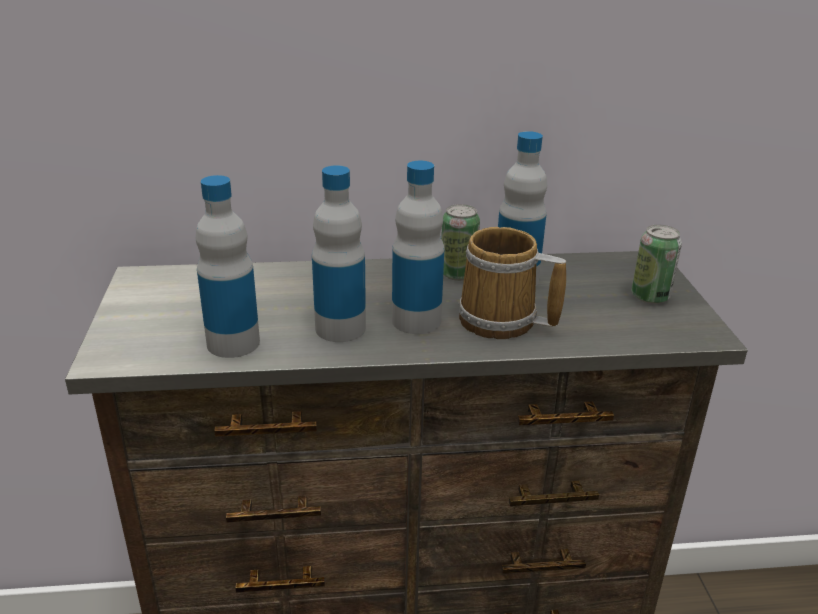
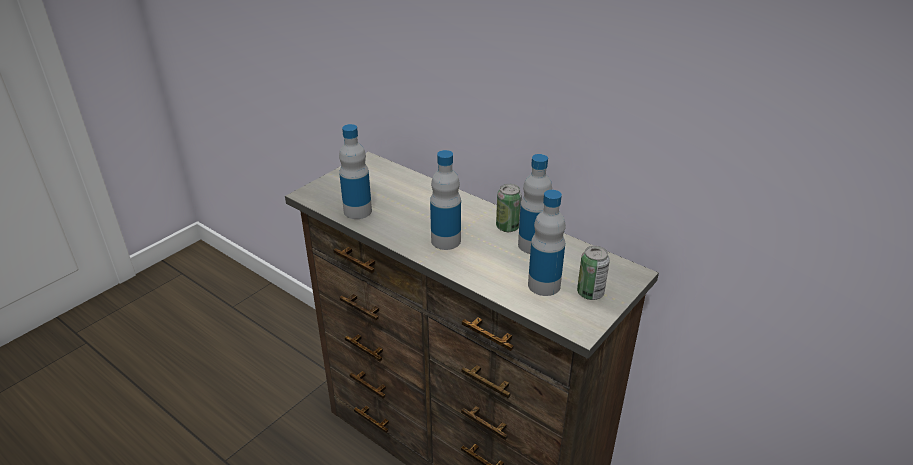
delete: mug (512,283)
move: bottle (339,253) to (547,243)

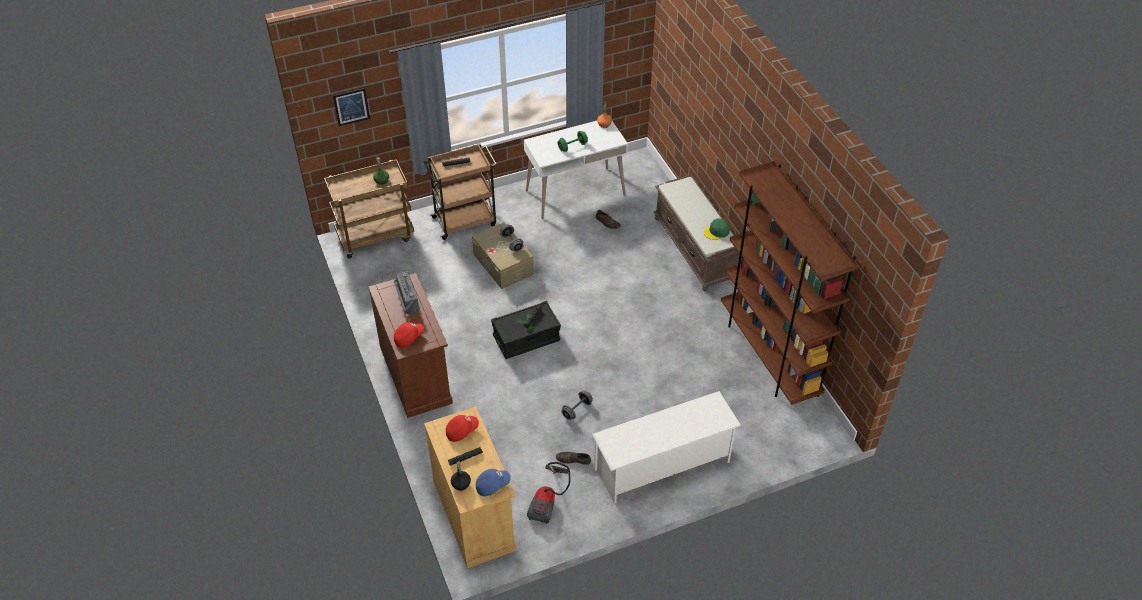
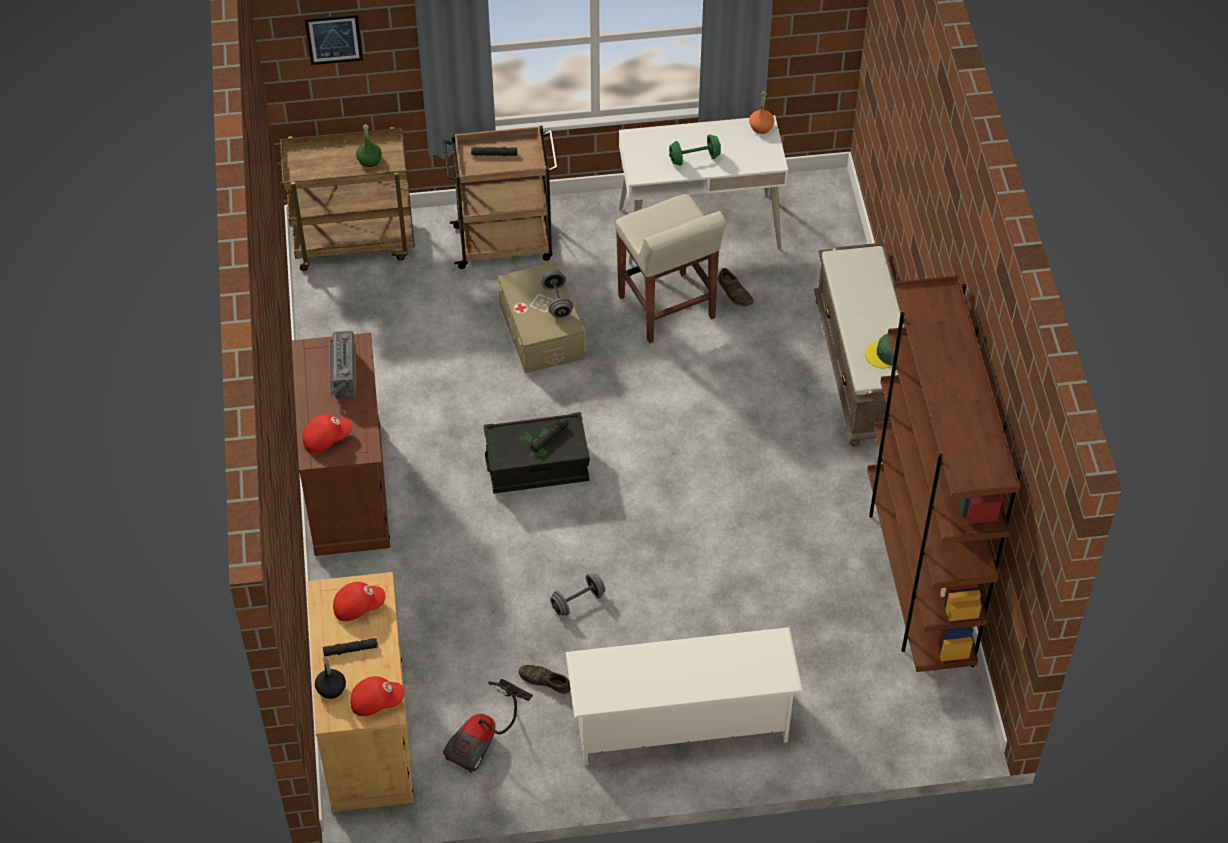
insert: beige_stool (670,268)
recolor: blue_cap (493,482) to red_cap (377,696)

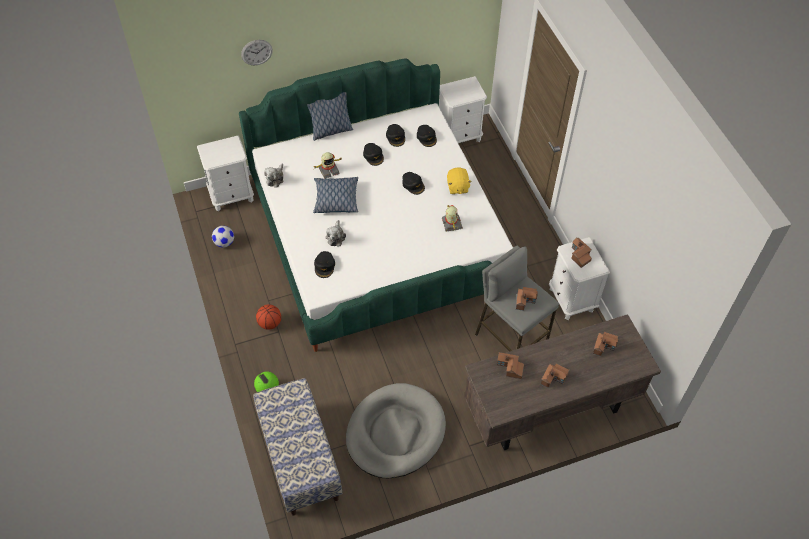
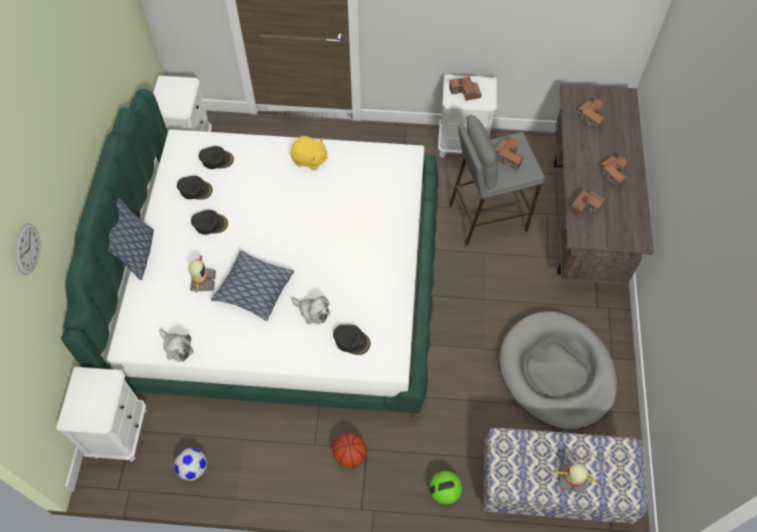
delete: black_cap (413,183)
move: toy_robot (452,218) to (575,478)

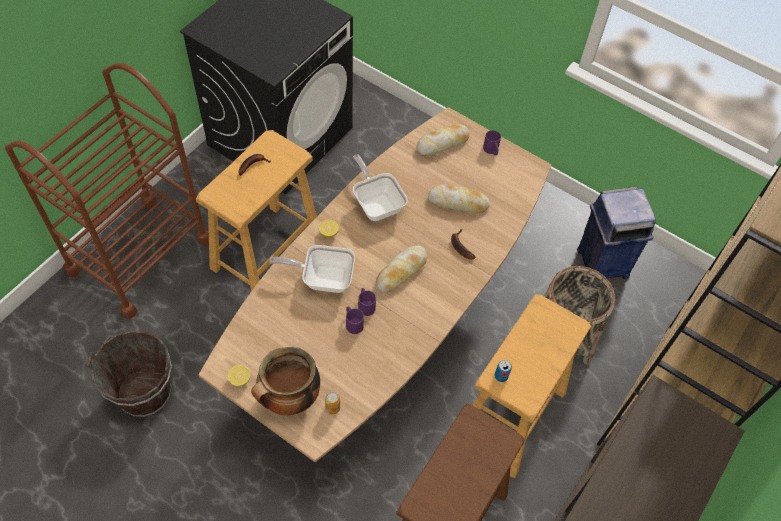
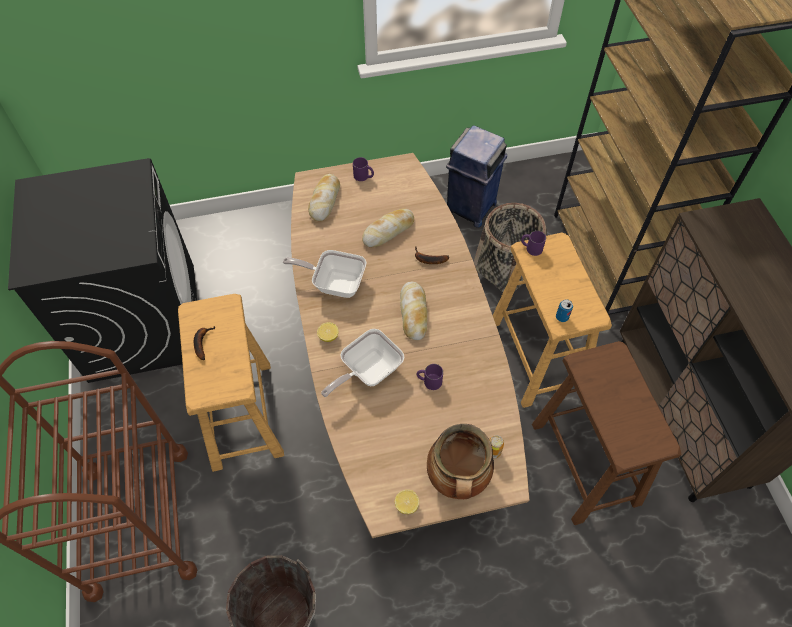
move: purple_mug (367,302) to (533,243)

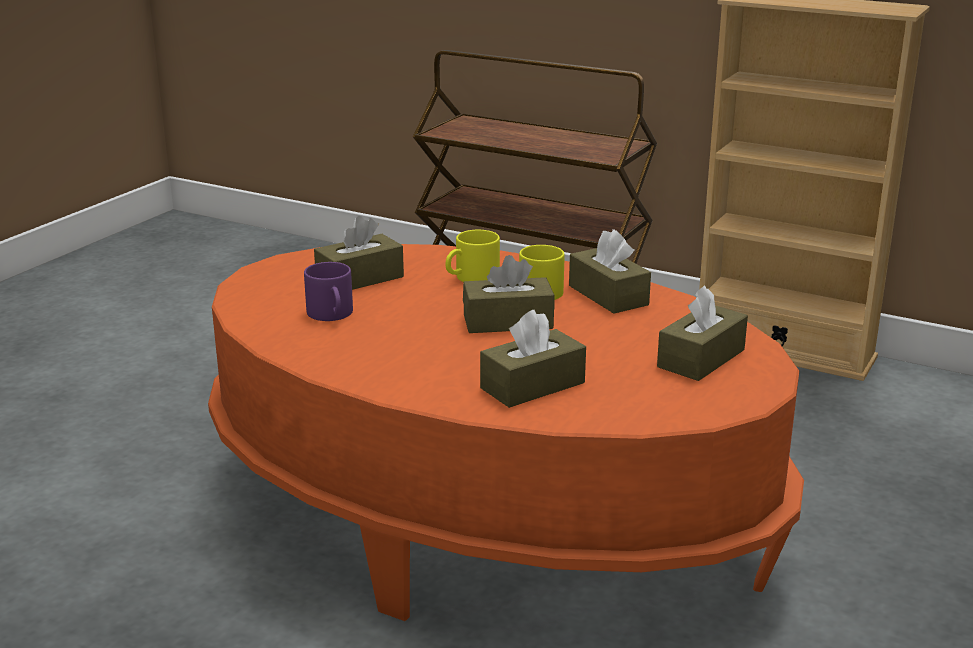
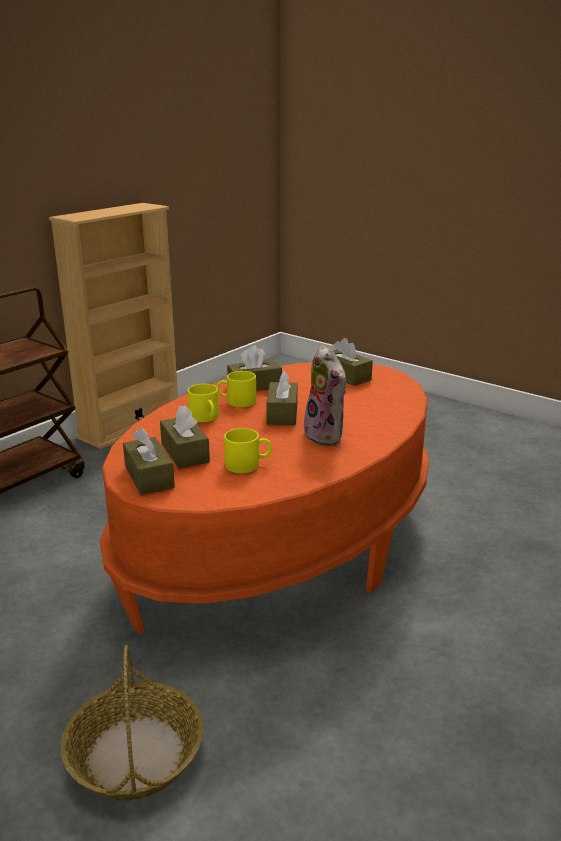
insert: plush_toy (325,395); basket (132,723)
move: brown_tissue_box (533,359) to (149,461)
recolor: purple_mug (328,291) to yellow_mug (248,450)

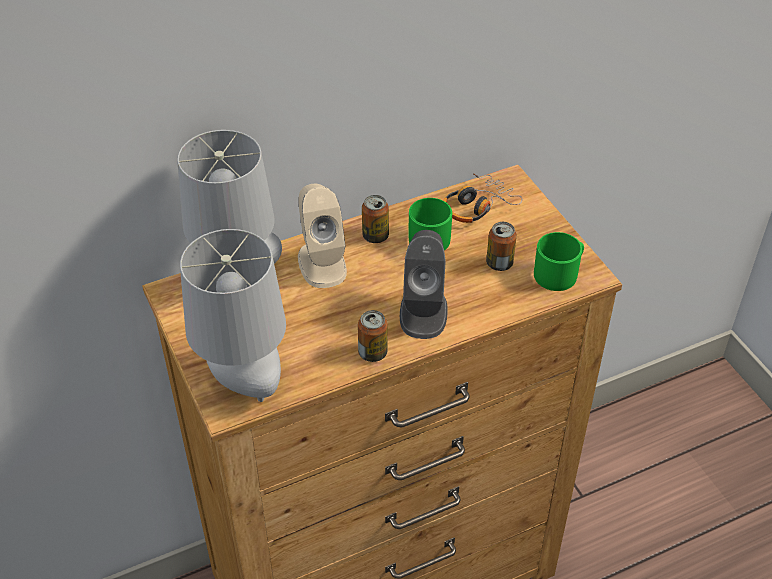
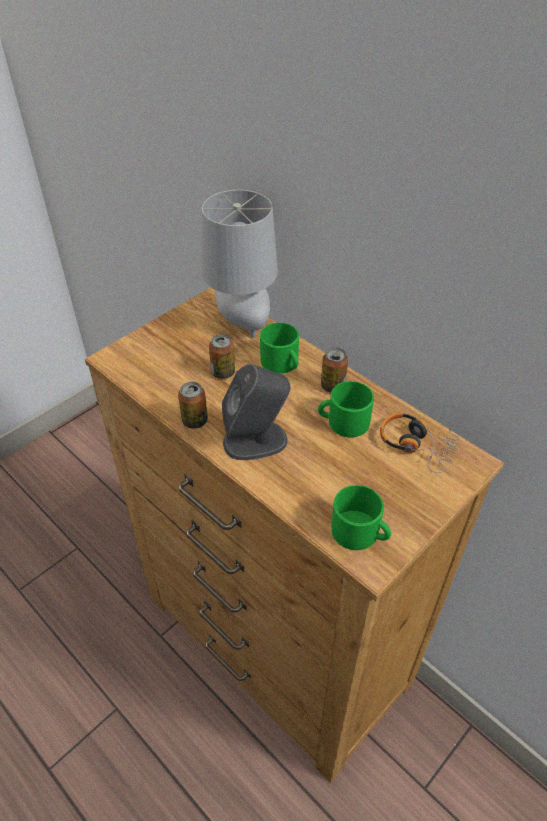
delete: grey_table_lamp (233,315)
move: can (501,246) to (222,356)
replace: beige_speaker (322,236) to green_mug (279,348)

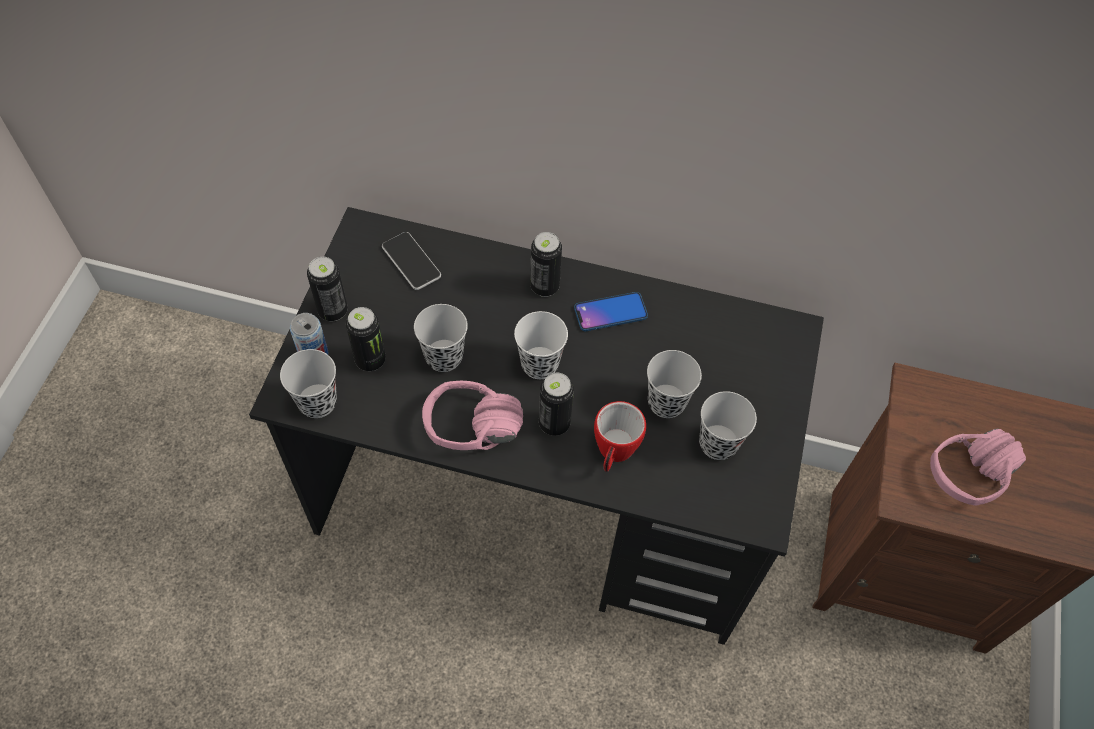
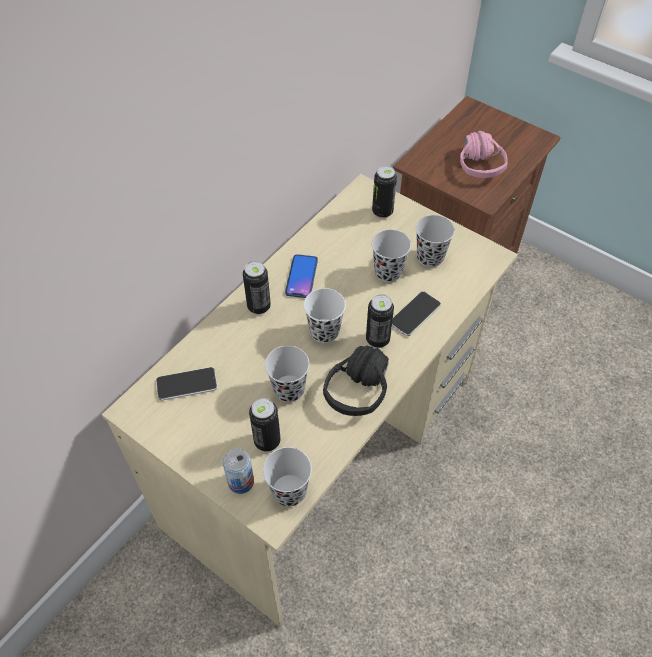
move: can (327,288) to (384,192)
replace: mug (620,436) to phone (416,313)
recolor: black_desk (536,426) to beige_desk (310,400); pink_headphones (472,415) to black_headphones (356,381)

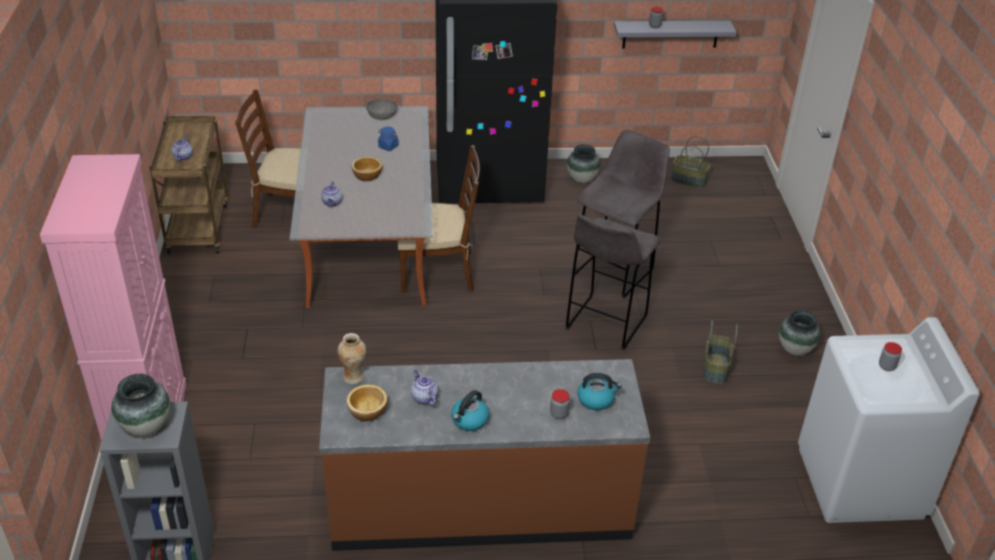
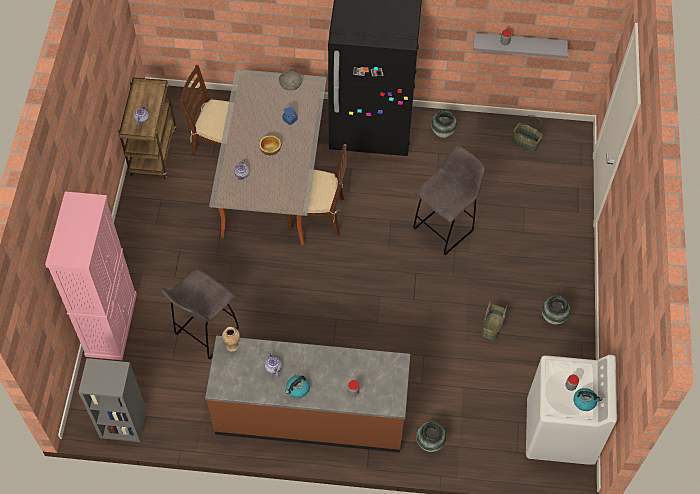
delete: bowl (367,402)
move: grey_stool (614,282) to (200,314); kettle (599,391) to (587,399); vase (140,405) to (431,437)

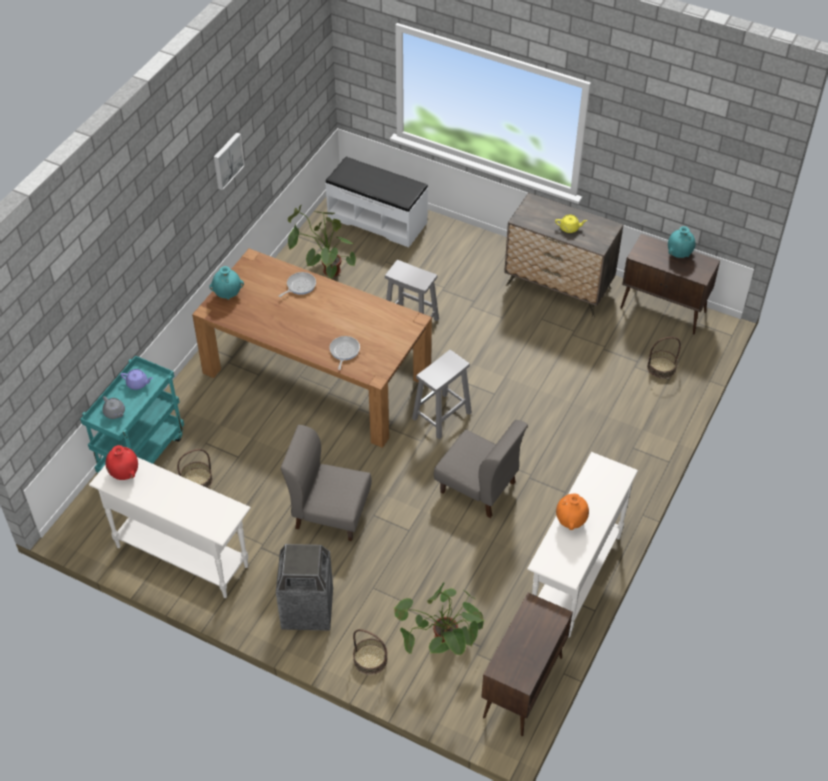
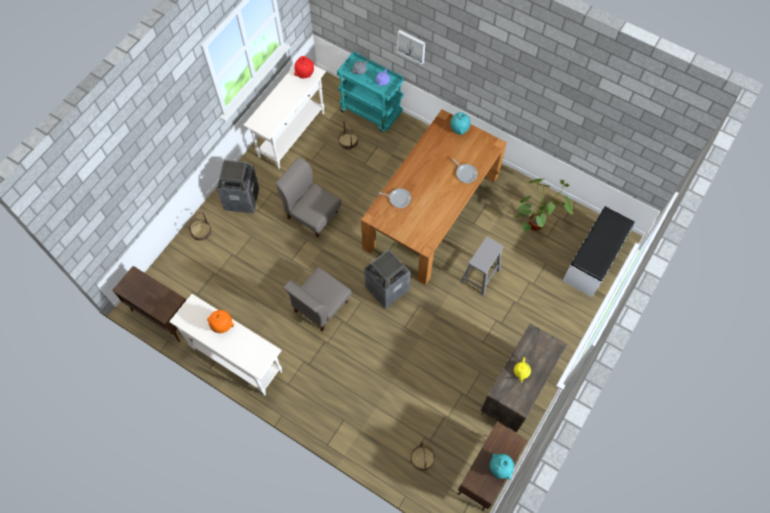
delete: potted_plant (439,618)
move: picture (229,161) to (411,47)
replace: grey_stool (442,394) to trash_can (387,279)
rotate: grey_chair (326,483) = (308,197) 75 degrees counterclockwise

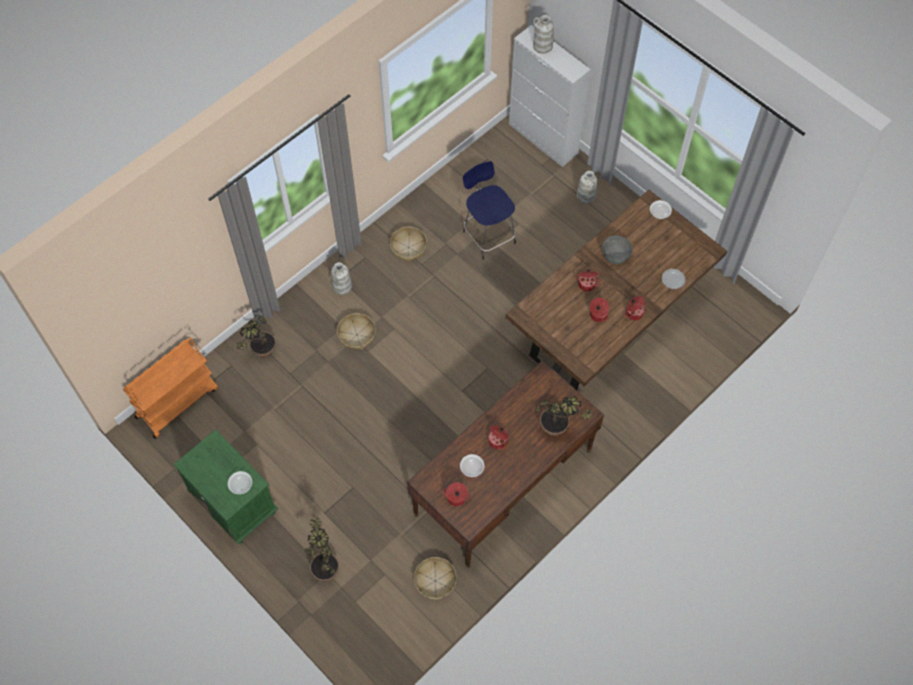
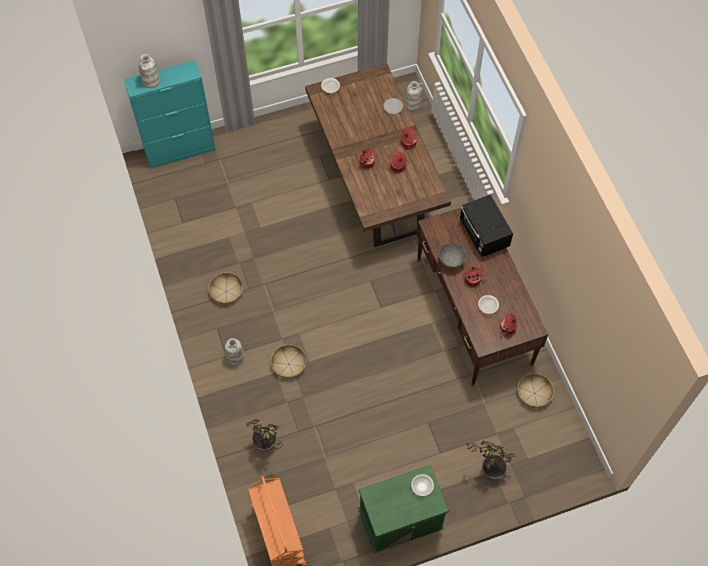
delete: blue_stool (489,210)
move: white_vase (587,187) to (414,96); grey_bowl (617,250) to (453,256)
replace: potted_plant (565,415) to black_microwave (486,225)
recolor: white_cabinet (550,96) to turquoise_cabinet (170,114)

